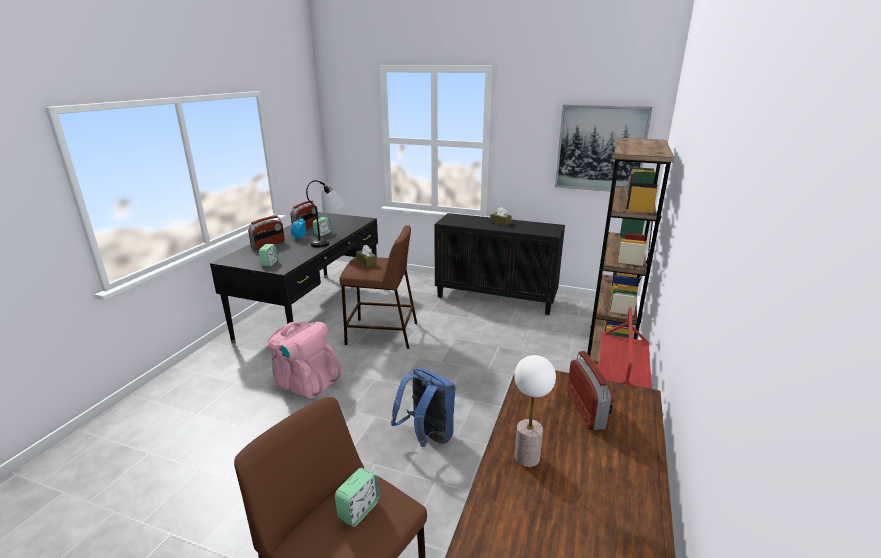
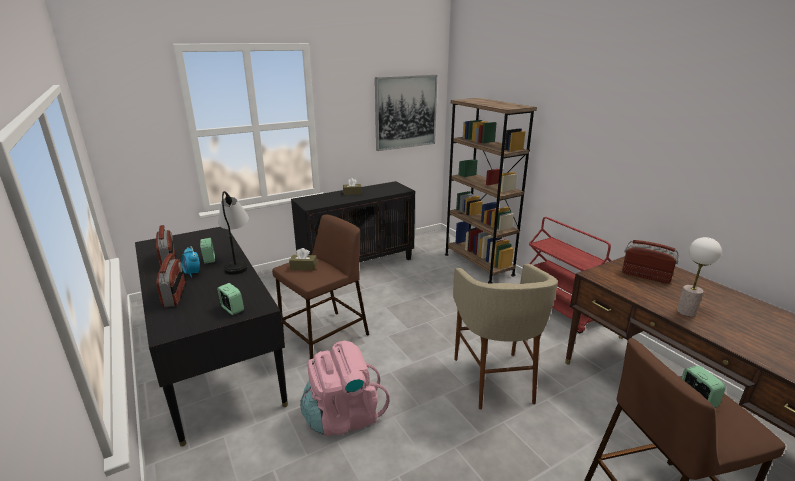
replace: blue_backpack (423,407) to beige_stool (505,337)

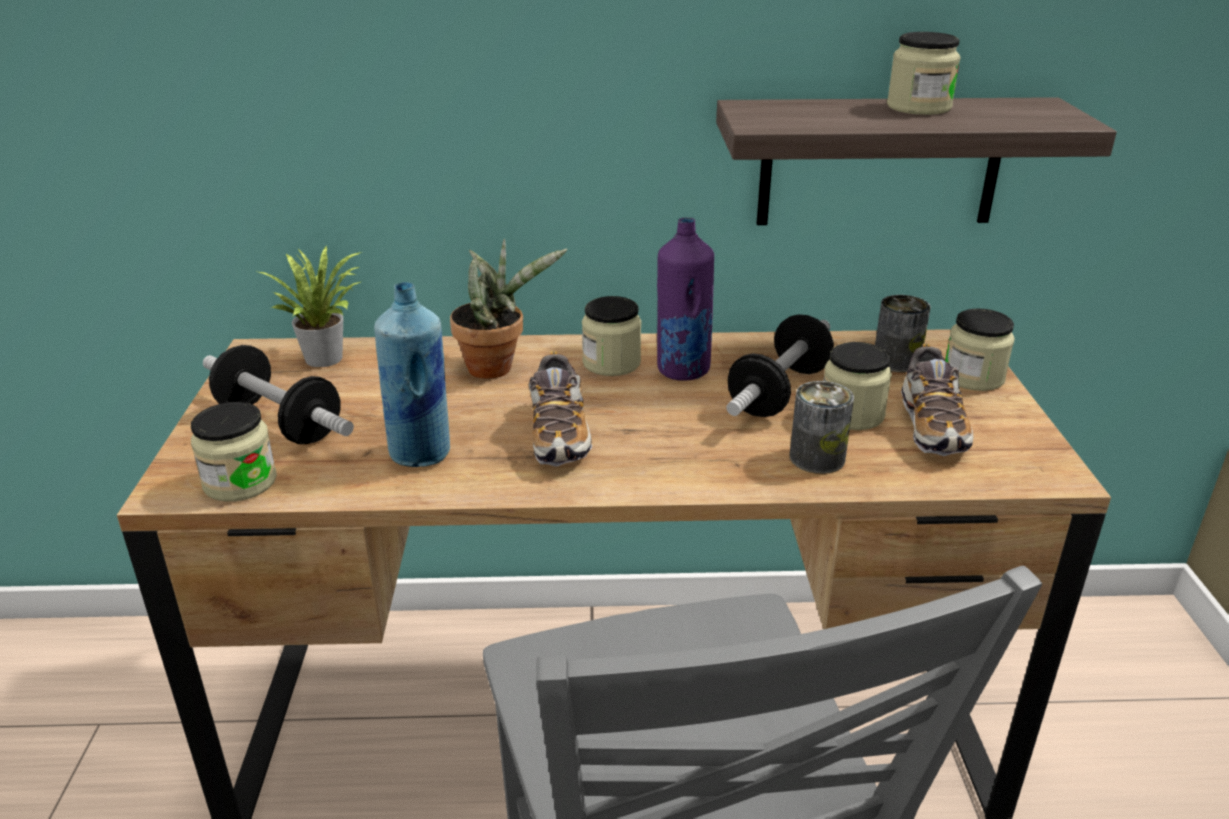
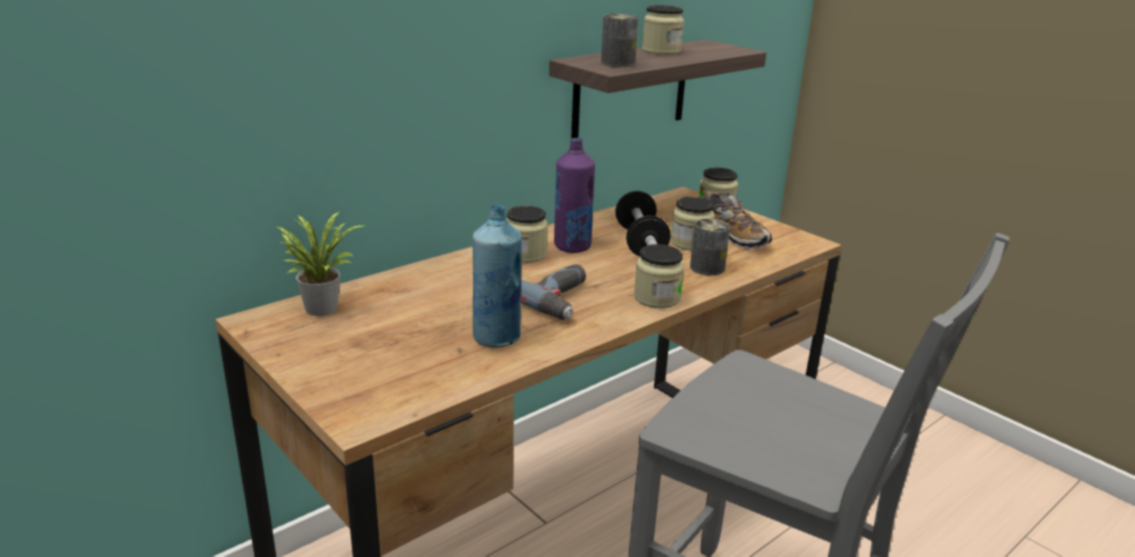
delete: potted_plant (509,309); dumbbell (278,394)
move: can (903,333) to (619,40); jar (234,452) to (659,276)
replace: shoe (560,408) to power_drill (553,292)

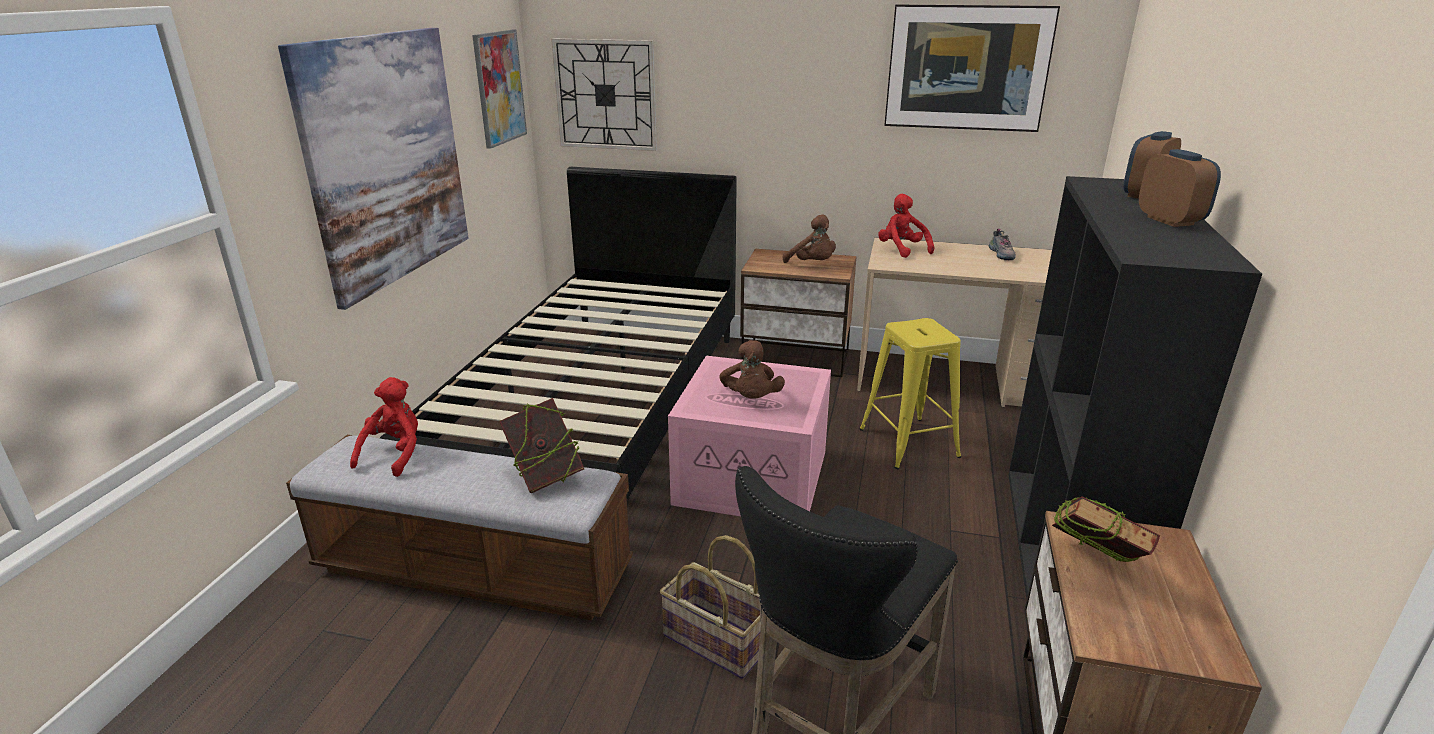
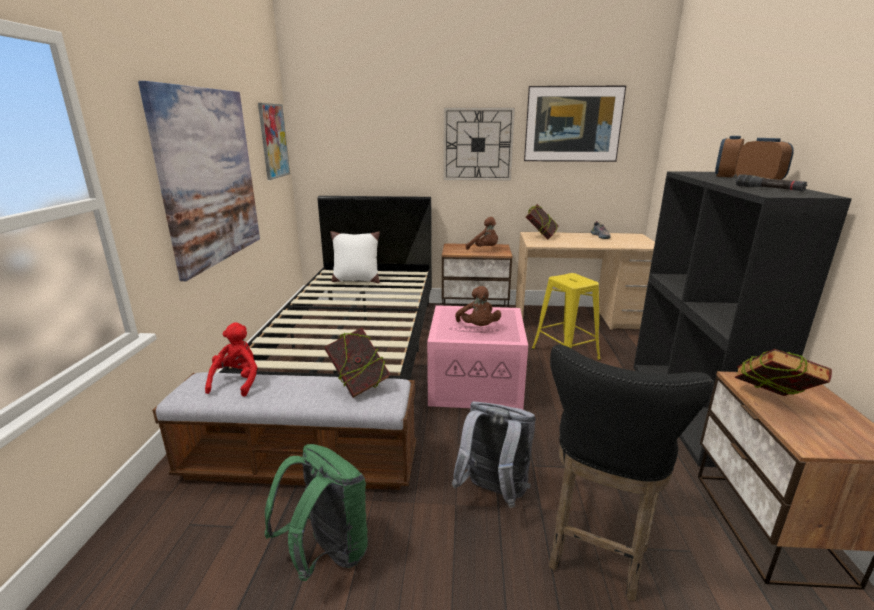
insert: black_flashlight (771,182); white_pillow (355,257); green_backpack (316,512)
move: wall_clock (604,95) to (479,144)
replace: red_plush_toy (906,226) to book (542,222); basket (710,607) to grey_backpack (494,454)

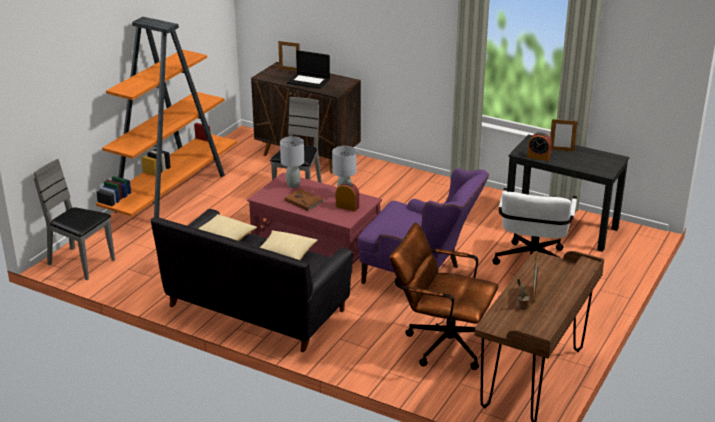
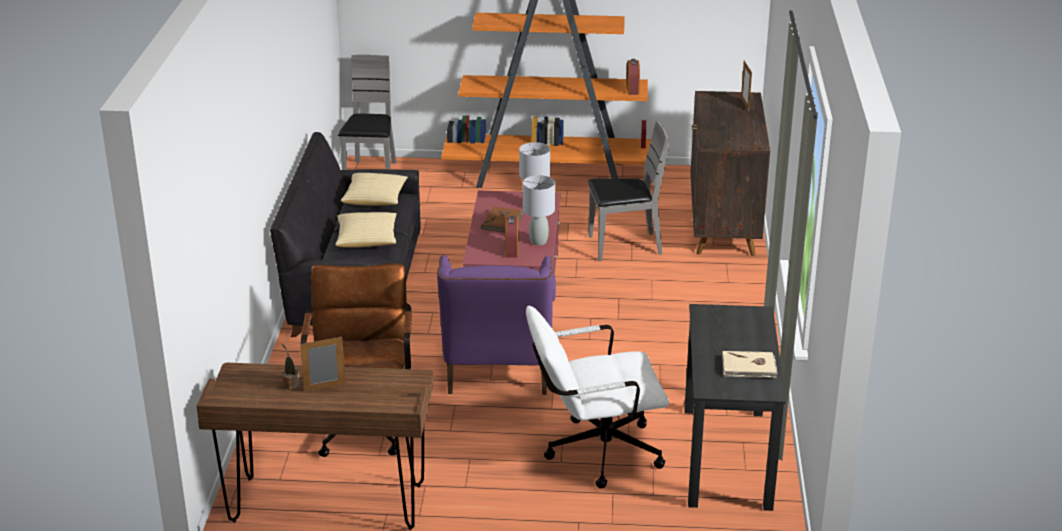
delete: laptop (308,69); picture_frame (564,135)
insert: beige_book (750,364)
move: alarm_clock (539,146) to (633,77)

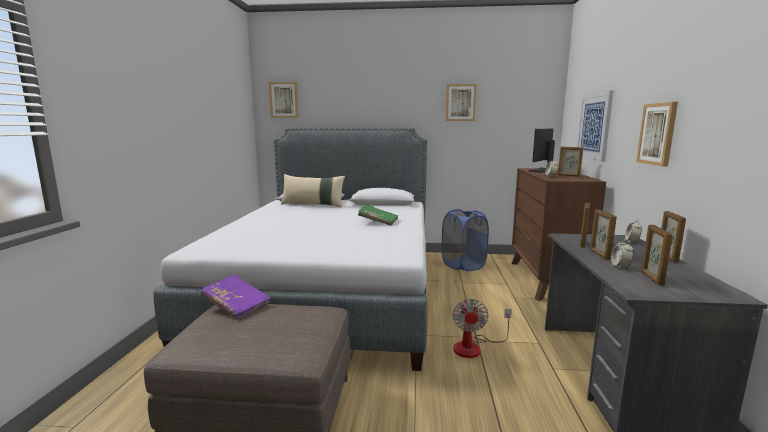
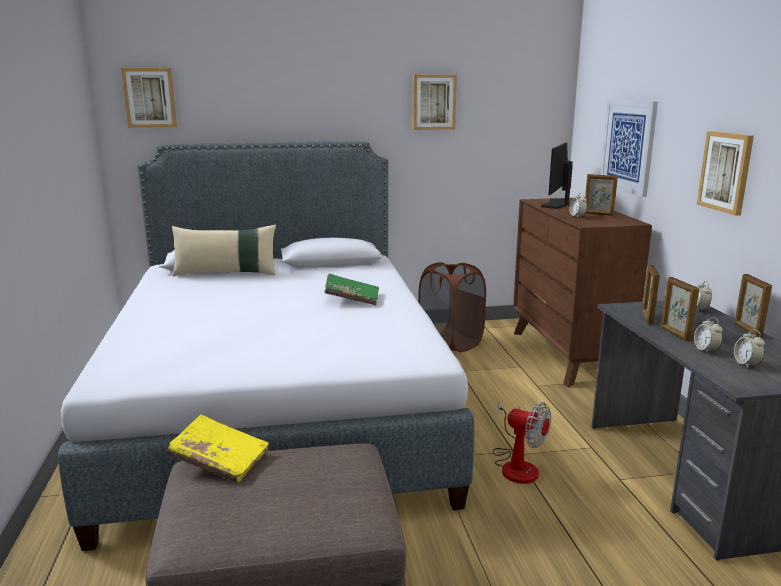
replace: picture_frame (657,255) to alarm_clock (749,348)
recolor: blue_laundry_basket (465,240) to brown_laundry_basket (452,307); purple_book (235,296) to yellow_book (218,448)
rotate: fan (482,328) = (522,442) 45 degrees counterclockwise

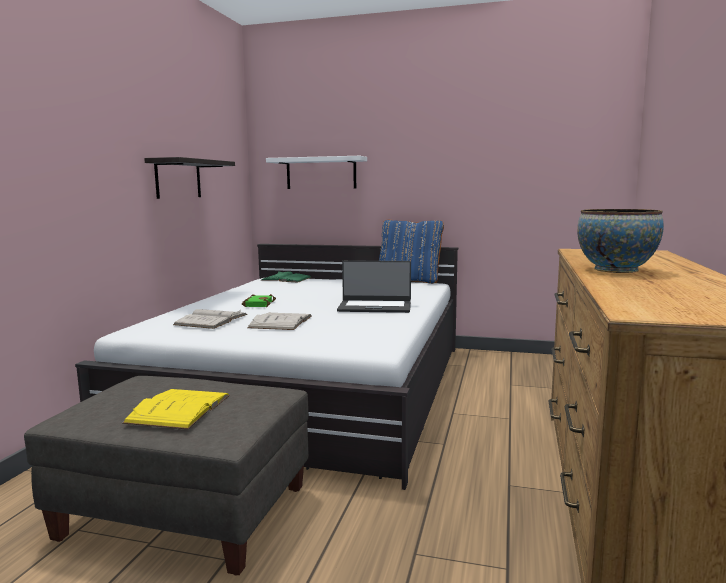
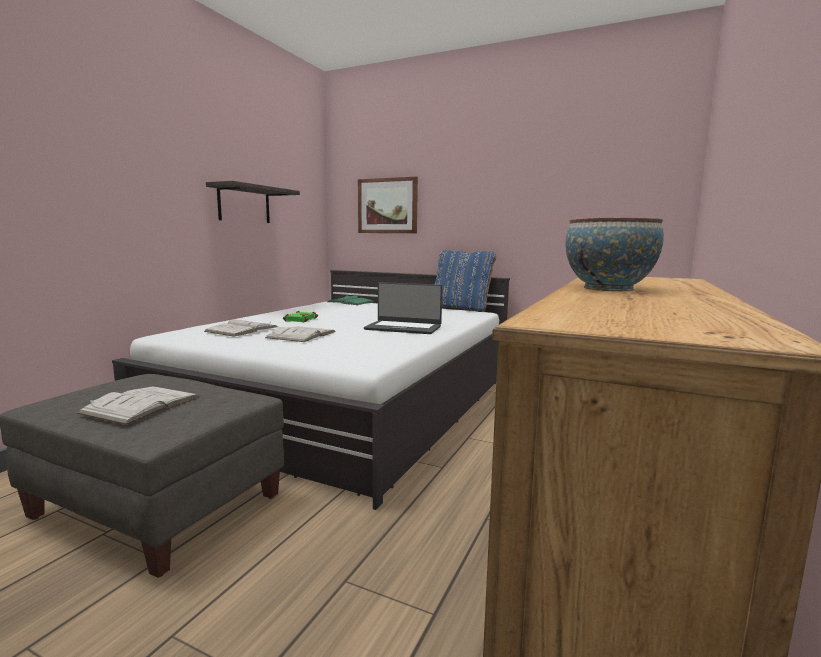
replace: white_shelf (316,172) to picture (388,205)
recolor: yellow_book (176,409) to white_book (138,405)

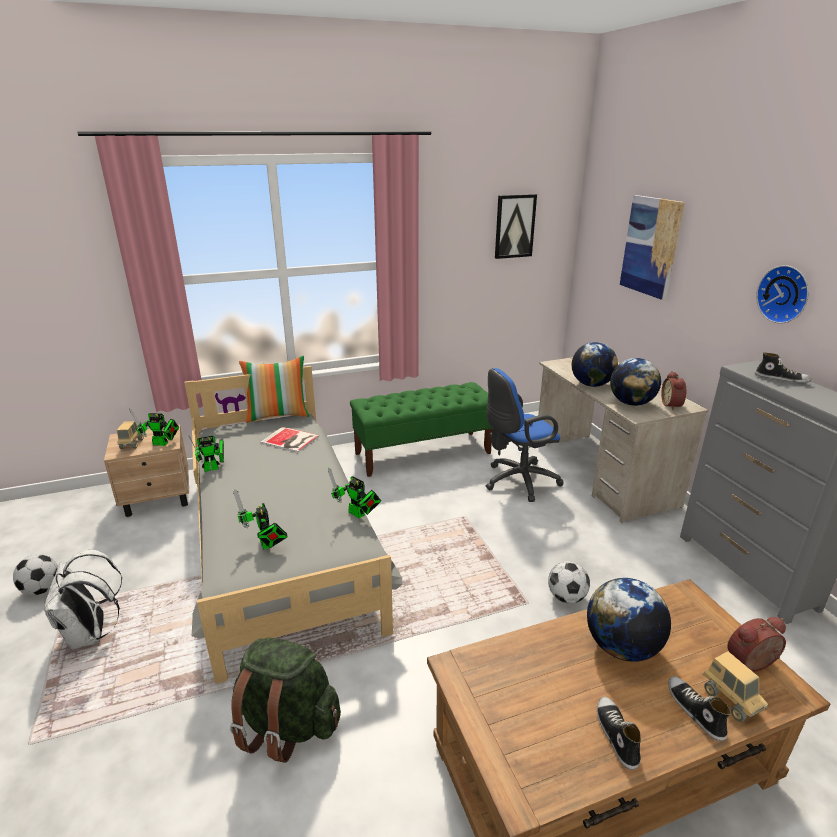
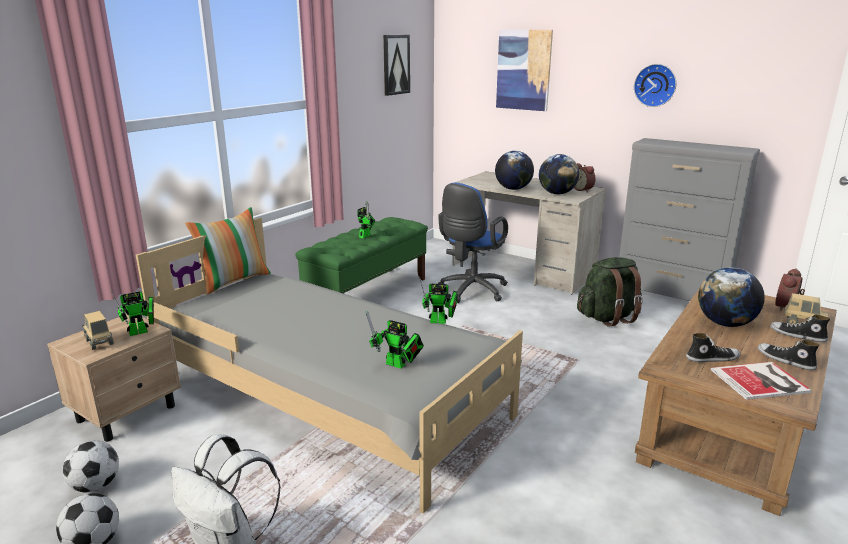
move: shoe (783,367) to (713,347); book (289,440) to (761,381); toy_robot (206,453) to (366,220); football (569,582) to (90,466); green_backpack (285,700) to (610,292)

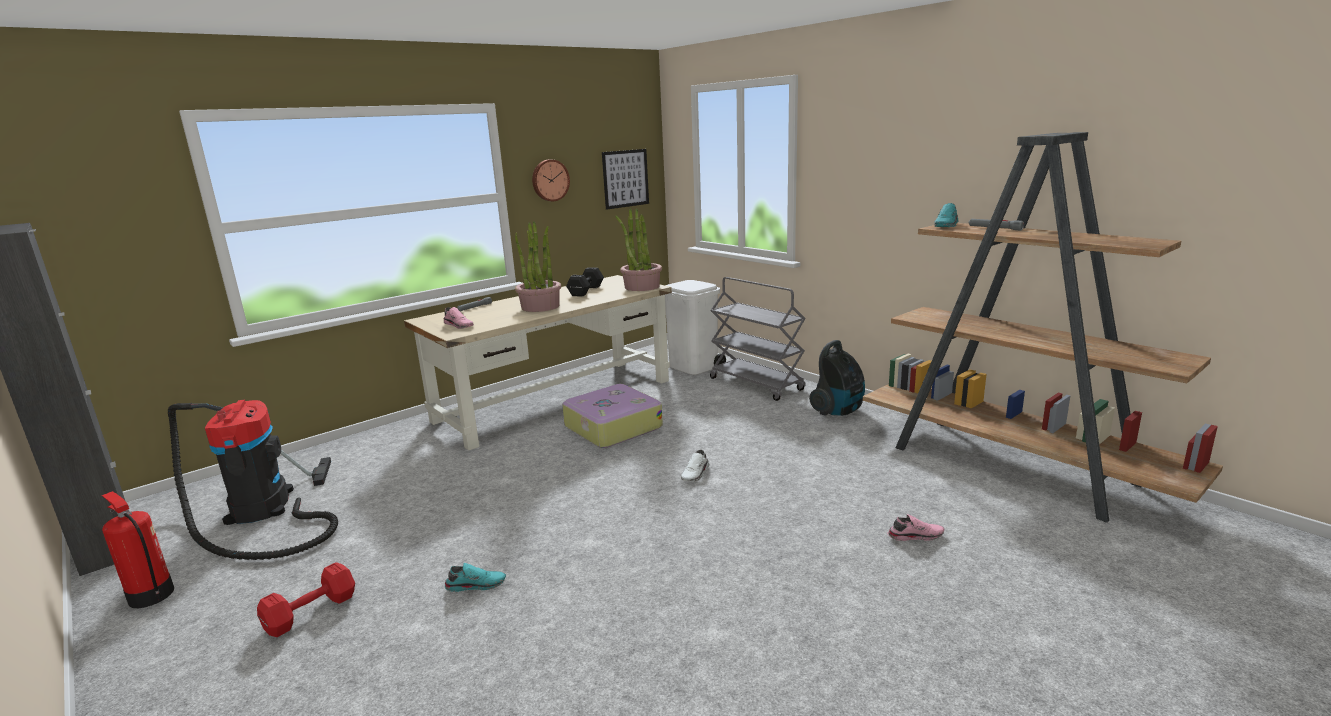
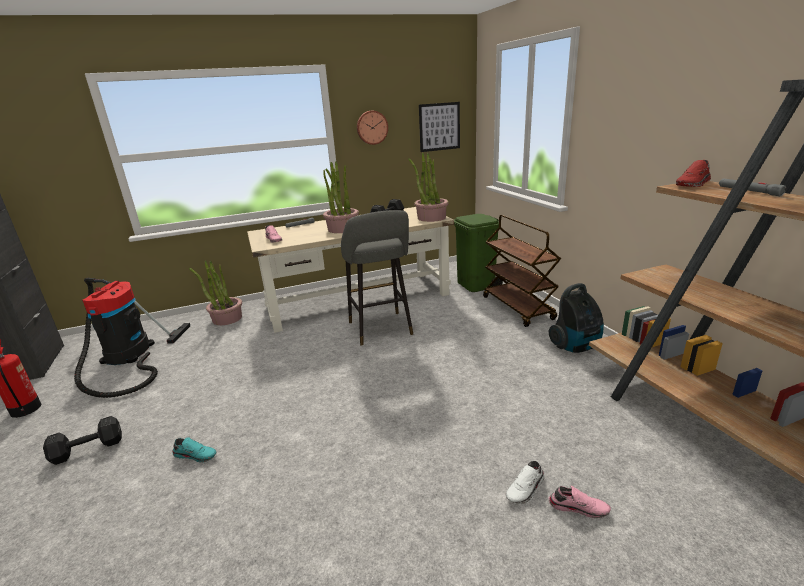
insert: potted_plant (215,293)
move: white_shoe (695,466) to (525,482)
replace: suitcase (612,416) to grey_stool (377,278)
recolor: turquoise_shoe (946,215) to red_shoe (693,173); grey_cart (758,339) to brown_cart (522,271); white_trash_can (695,327) to green_trash_can (478,253); red_dumbbell (306,599) to black_dumbbell (82,440)

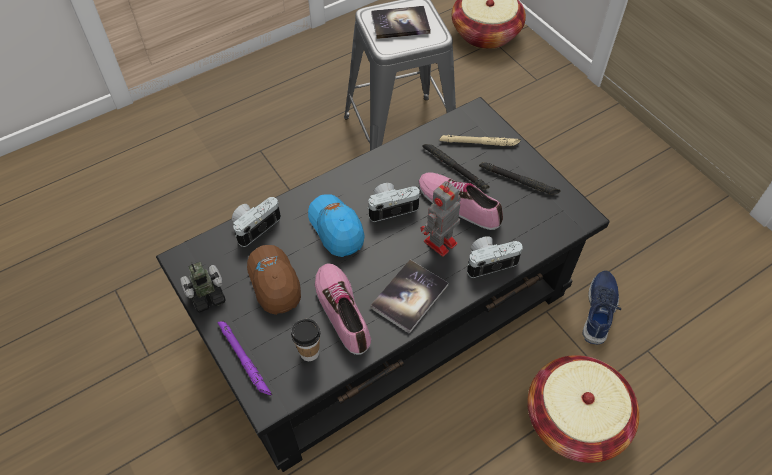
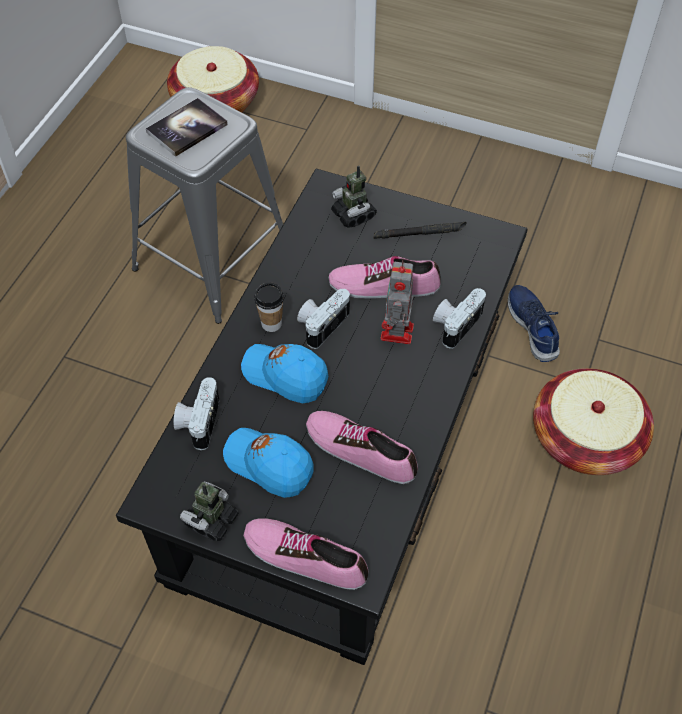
delete: black_flashlight (456,167); book (409,297)
move: cup (305,340) to (269,307)
replace: beige_flashlight (480,140) to toy_robot (354,197); purple_flashlight (245,358) to shoe (306,554)
recolor: brown_cap (274,280) to blue_cap (268,463)

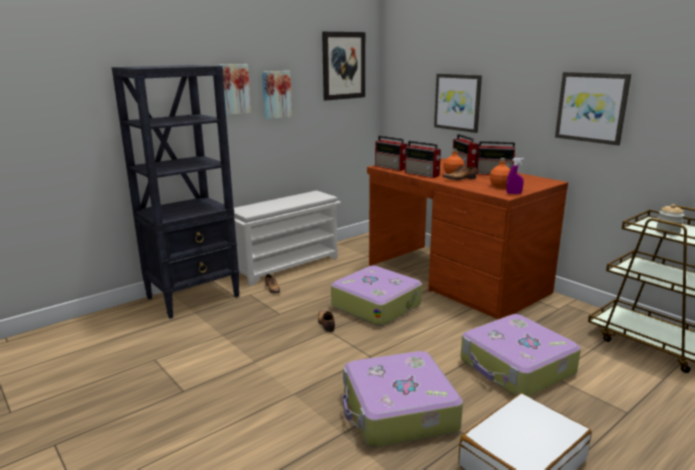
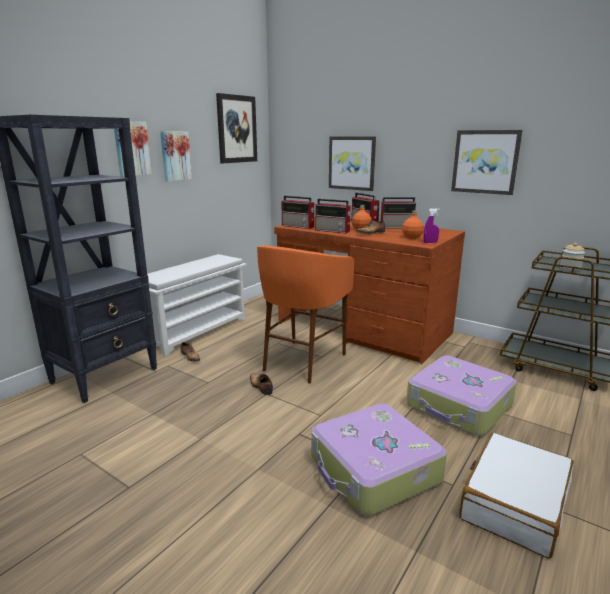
replace: suitcase (376,296) to orange_stool (305,314)

